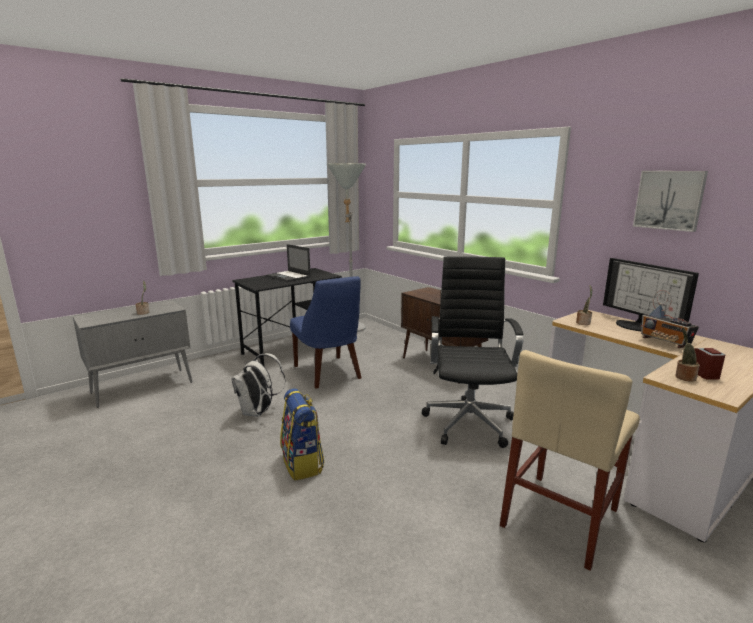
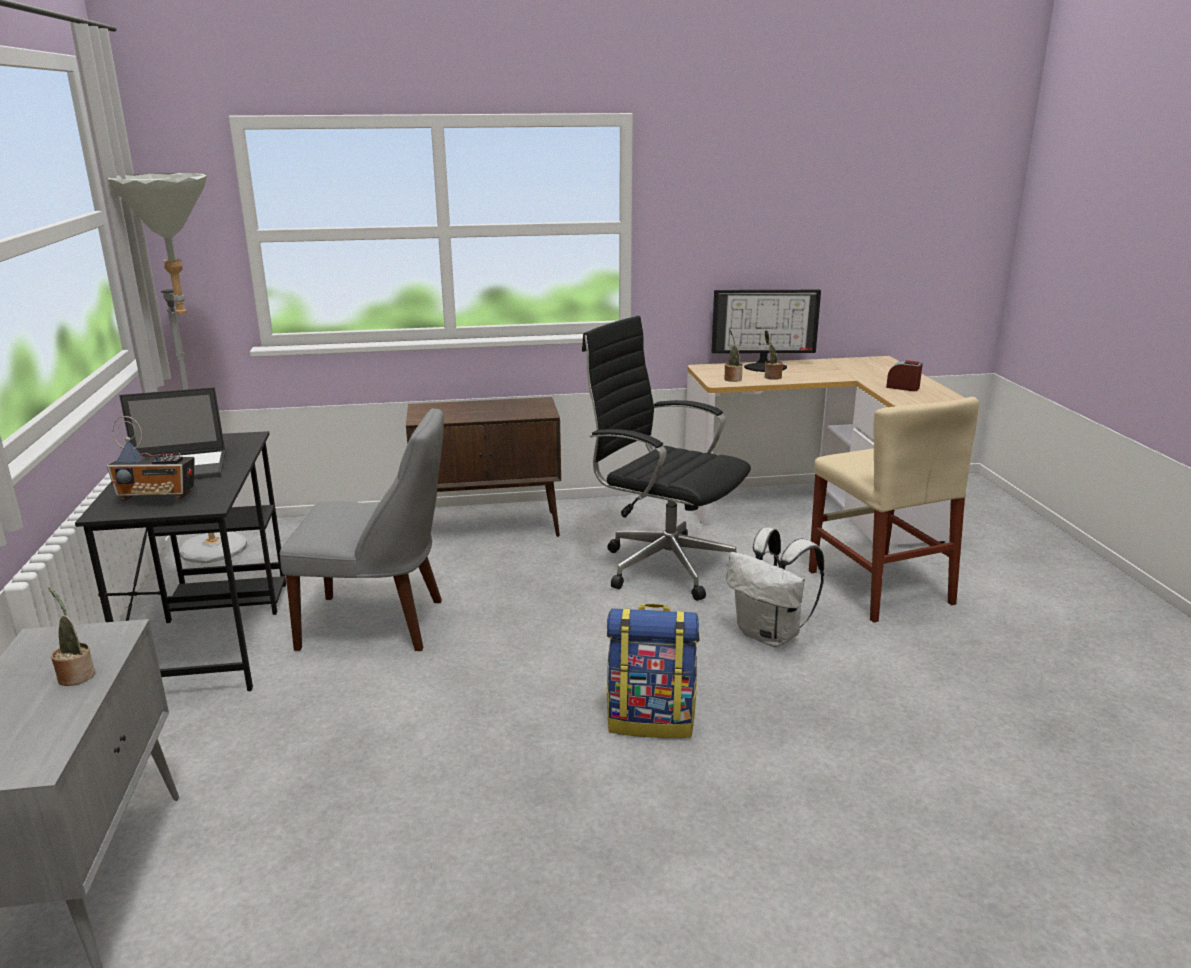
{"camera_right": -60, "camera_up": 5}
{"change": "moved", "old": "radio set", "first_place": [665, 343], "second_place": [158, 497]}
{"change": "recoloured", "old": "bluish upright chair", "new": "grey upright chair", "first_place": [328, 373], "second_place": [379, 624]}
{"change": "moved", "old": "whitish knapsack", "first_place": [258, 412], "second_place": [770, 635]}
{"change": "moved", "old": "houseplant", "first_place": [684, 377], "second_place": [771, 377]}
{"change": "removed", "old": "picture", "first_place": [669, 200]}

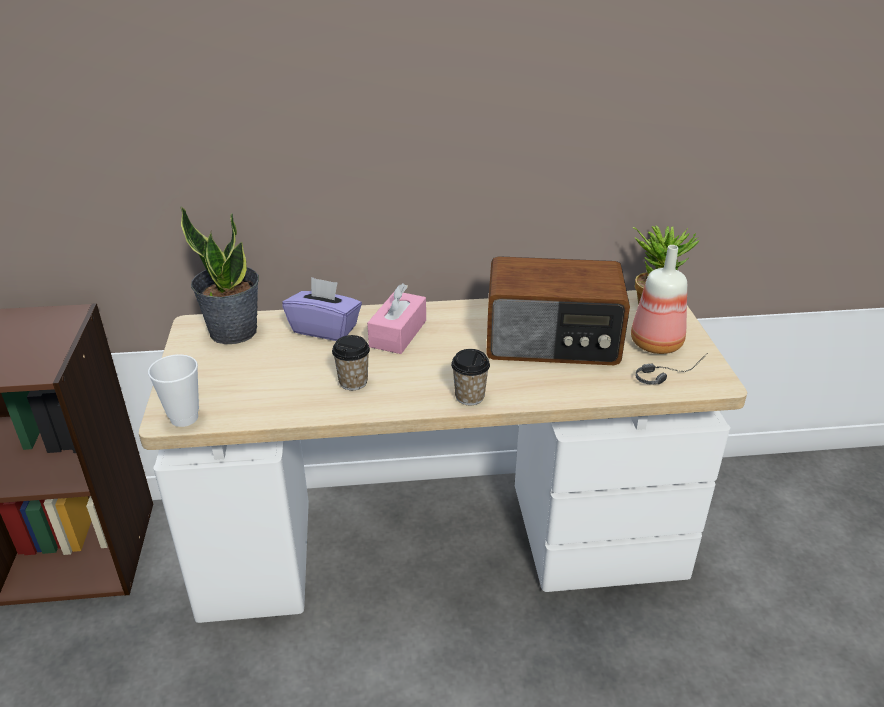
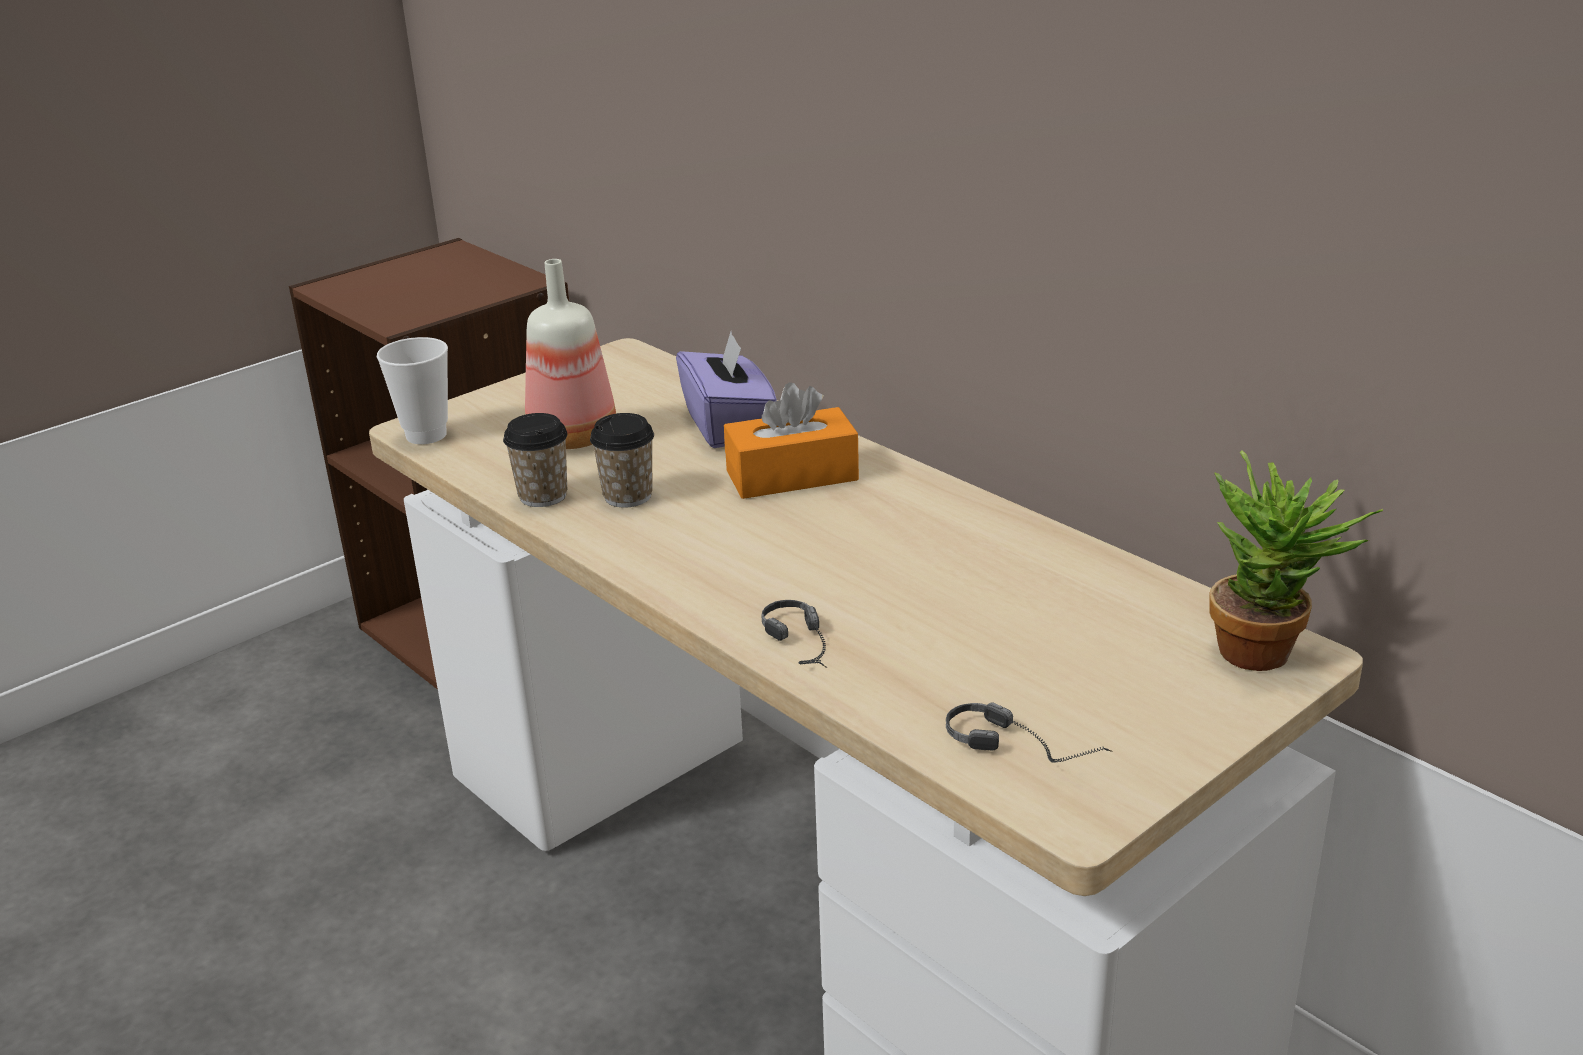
{"camera_right": 55, "camera_up": -5}
{"change": "moved", "old": "cup", "first_place": [469, 396], "second_place": [543, 496]}
{"change": "moved", "old": "beverage bottle", "first_place": [657, 344], "second_place": [575, 438]}
{"change": "recoloured", "old": "pink tissue box", "new": "orange-coloured tissue box", "first_place": [398, 333], "second_place": [792, 475]}
{"change": "added", "new": "headphones", "second_place": [809, 651]}
{"change": "removed", "old": "houseplant", "first_place": [233, 331]}
{"change": "removed", "old": "radio set", "first_place": [552, 342]}

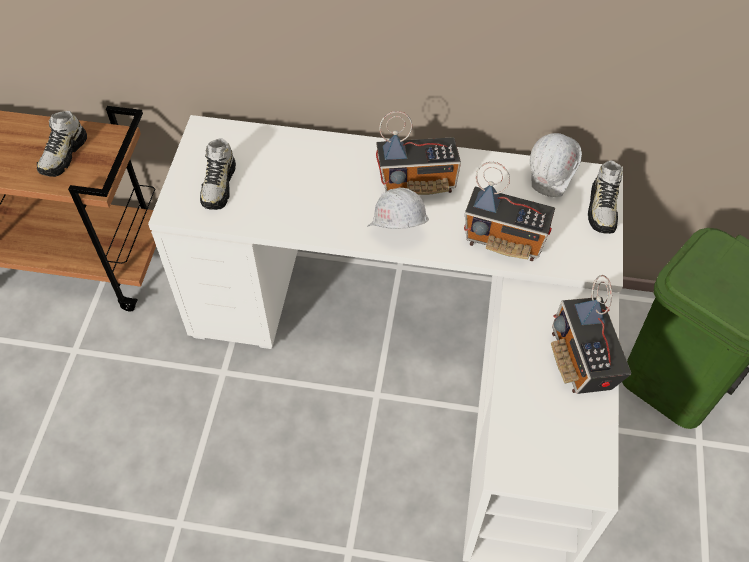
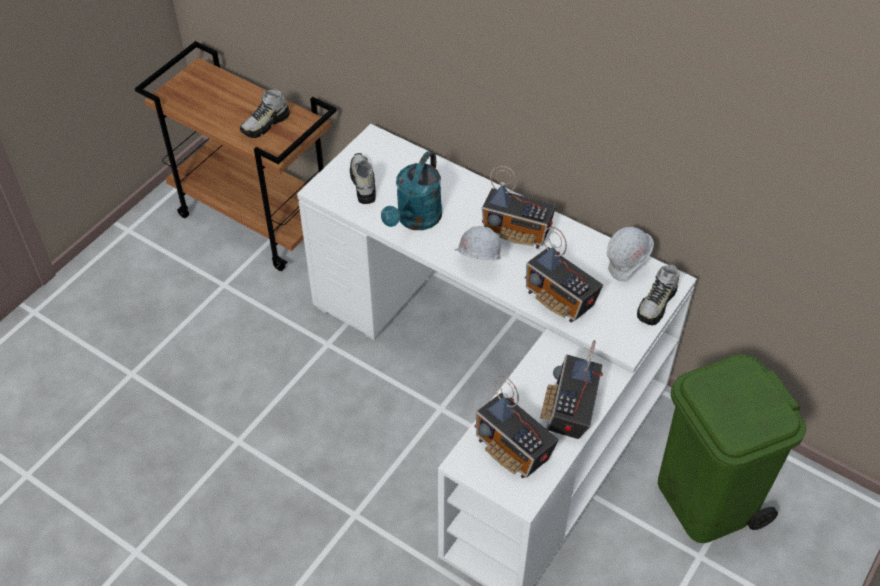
{"camera_right": 25, "camera_up": -5}
{"change": "turned", "old": "item of footwear", "first_place": [219, 186], "second_place": [363, 183], "degrees": 135}
{"change": "added", "new": "turquoise-coloured watering can", "second_place": [415, 220]}
{"change": "added", "new": "radio set", "second_place": [513, 450]}

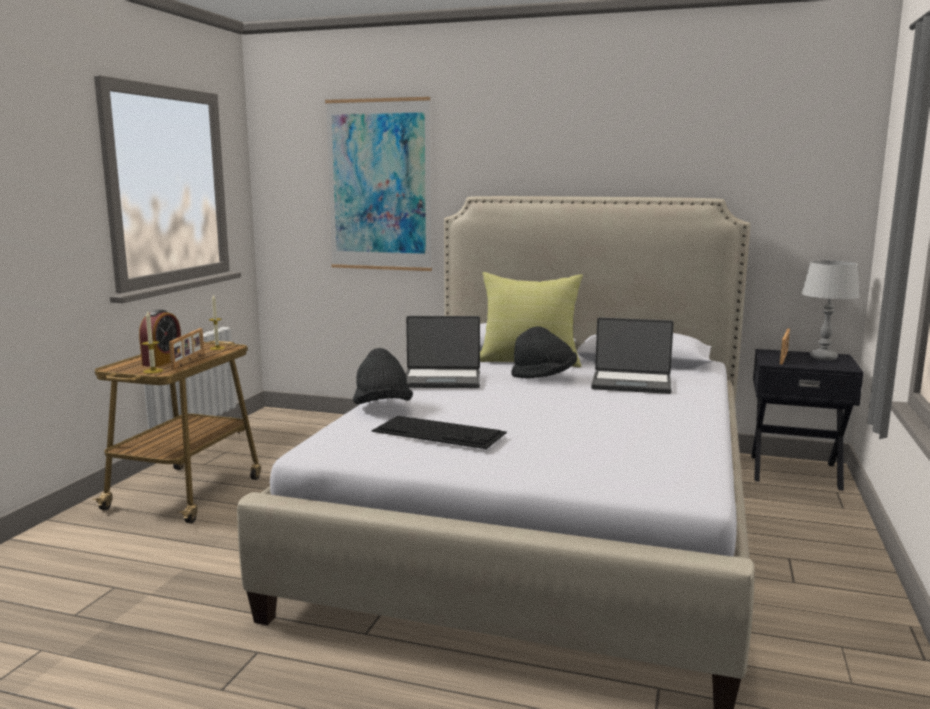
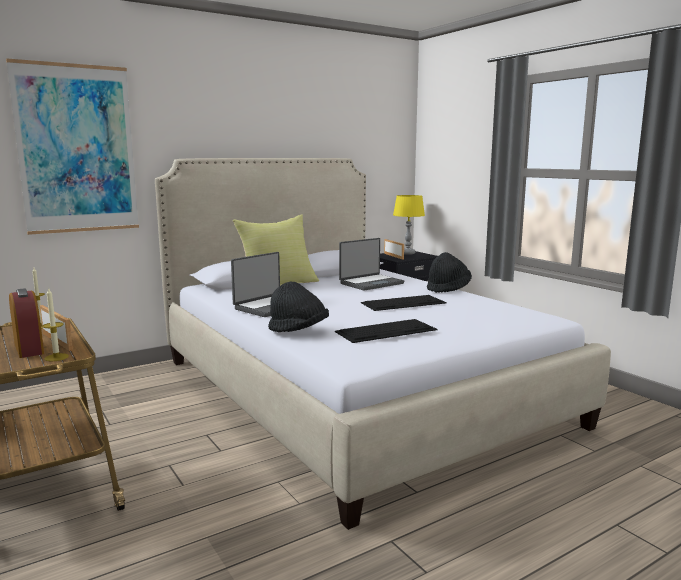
{"camera_right": -50, "camera_up": 0}
{"change": "added", "new": "computer keyboard", "second_place": [404, 303]}
{"change": "recoloured", "old": "grey tabletop lamp", "new": "yellowish tabletop lamp", "first_place": [823, 358], "second_place": [408, 253]}
{"change": "moved", "old": "black-coloured clothing hat", "first_place": [544, 377], "second_place": [448, 289]}

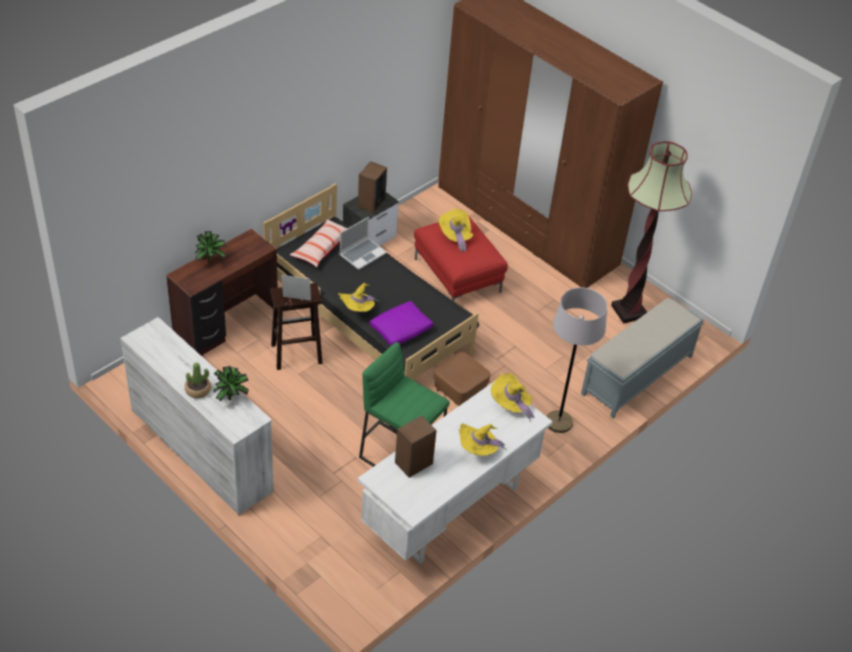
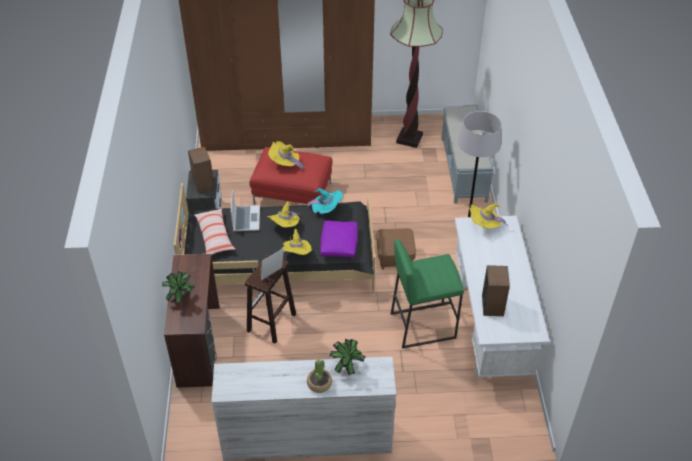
{"camera_right": -45, "camera_up": 0}
{"change": "moved", "old": "yellowish clothing hat", "first_place": [478, 450], "second_place": [285, 226]}
{"change": "added", "new": "turquoise-coloured clothing hat", "second_place": [326, 210]}

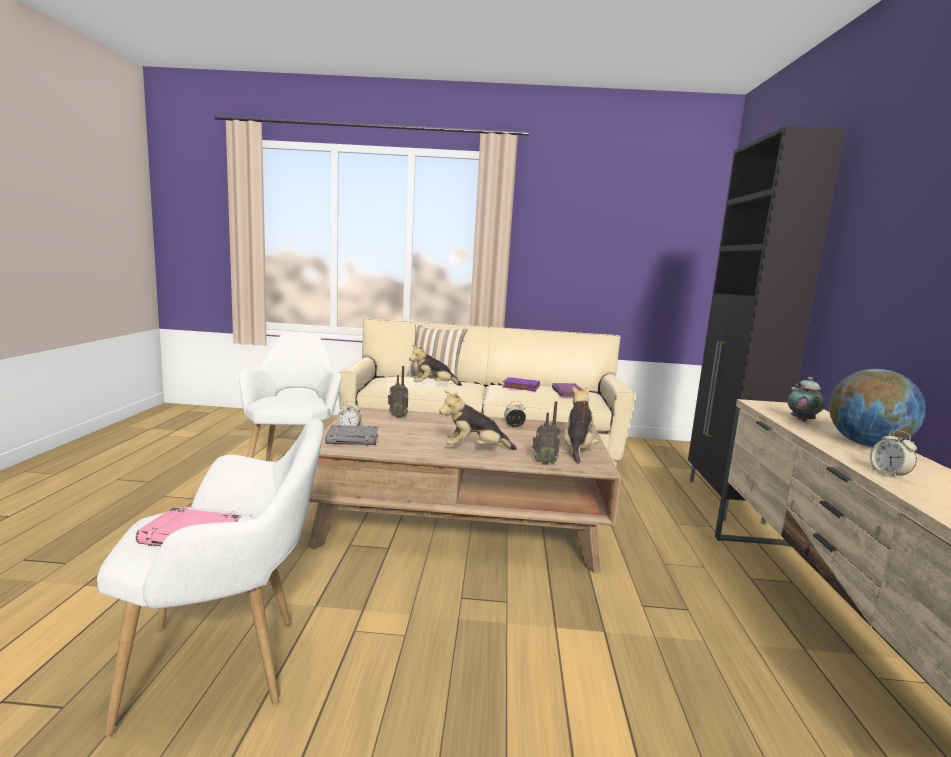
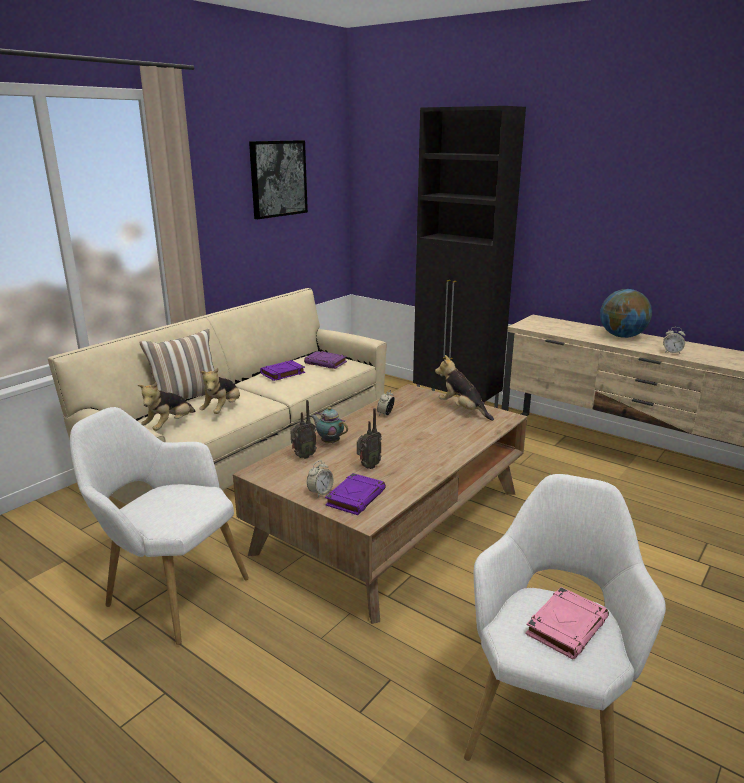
{"camera_right": -55, "camera_up": 10}
{"change": "moved", "old": "cuddly toy", "first_place": [474, 450], "second_place": [169, 426]}
{"change": "added", "new": "picture", "second_place": [278, 178]}
{"change": "moved", "old": "tea pot", "first_place": [801, 420], "second_place": [329, 442]}
{"change": "recoloured", "old": "grey book", "new": "purplish book", "first_place": [353, 439], "second_place": [355, 497]}
{"change": "moved", "old": "radio set", "first_place": [544, 462], "second_place": [368, 466]}

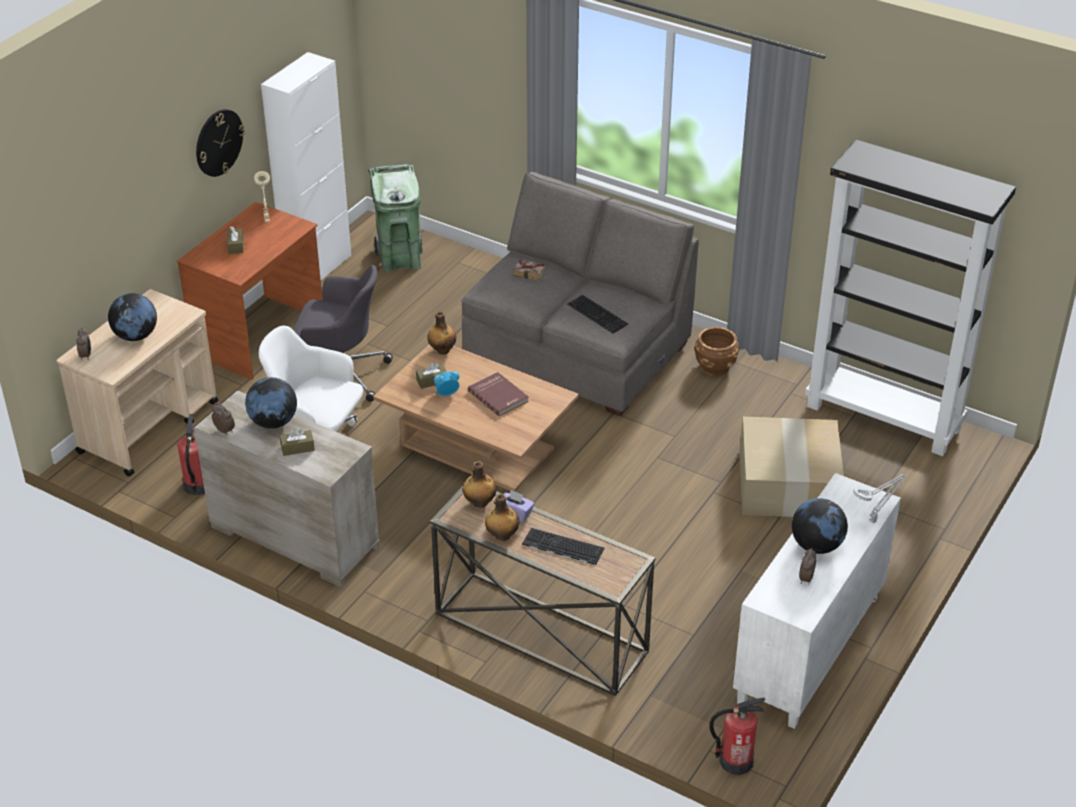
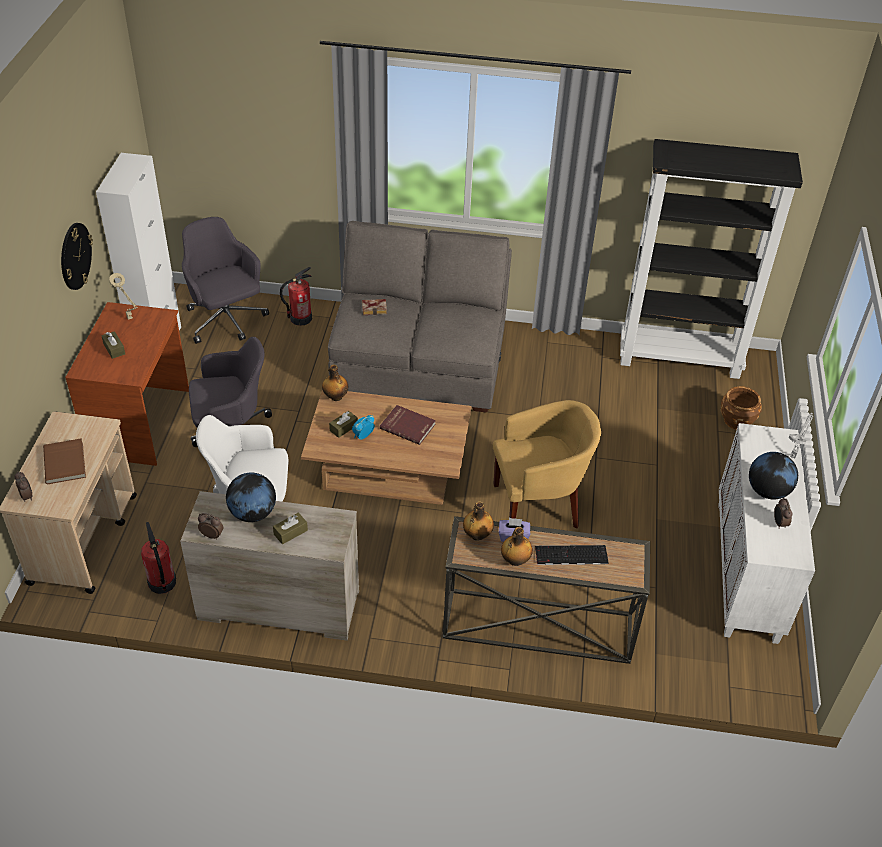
{"camera_right": -25, "camera_up": 5}
{"change": "replaced", "old": "desk globe", "new": "brownish book", "first_place": [135, 336], "second_place": [66, 463]}
{"change": "replaced", "old": "green trash can", "new": "grey desk chair", "first_place": [400, 260], "second_place": [226, 321]}
{"change": "moved", "old": "fire-fighting cylinder", "first_place": [735, 761], "second_place": [300, 318]}
{"change": "added", "new": "yellowish armchair", "second_place": [539, 503]}
{"change": "moved", "old": "brownish planter", "first_place": [715, 366], "second_place": [736, 420]}
{"change": "removed", "old": "computer keyboard", "first_place": [598, 314]}
{"change": "removed", "old": "carton", "first_place": [789, 485]}

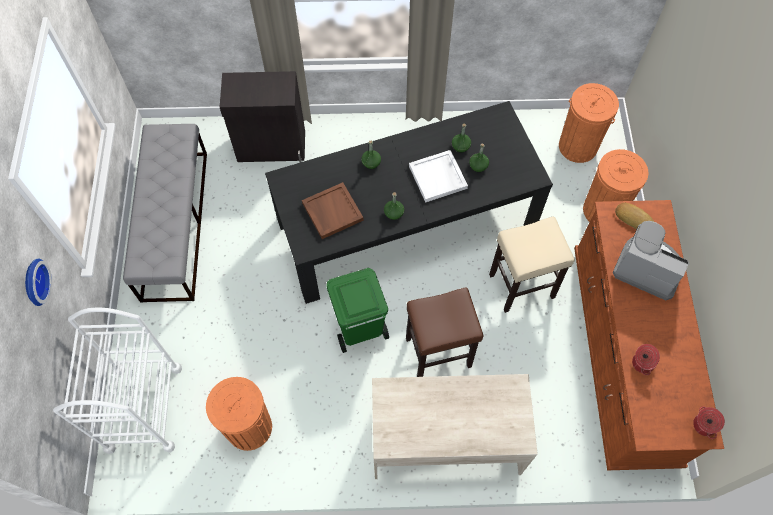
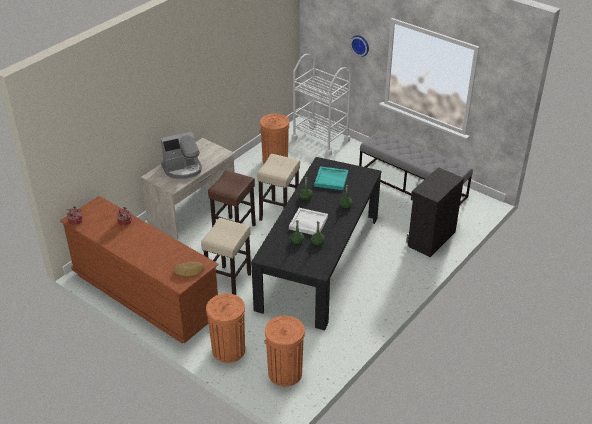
{"camera_right": 130, "camera_up": -25}
{"change": "moved", "old": "coffee machine", "first_place": [647, 268], "second_place": [182, 169]}
{"change": "replaced", "old": "green trash can", "new": "sand-coloured stool", "first_place": [359, 329], "second_place": [279, 213]}
{"change": "recoloured", "old": "brownish serving tray", "new": "turquoise-coloured serving tray", "first_place": [332, 211], "second_place": [331, 179]}

